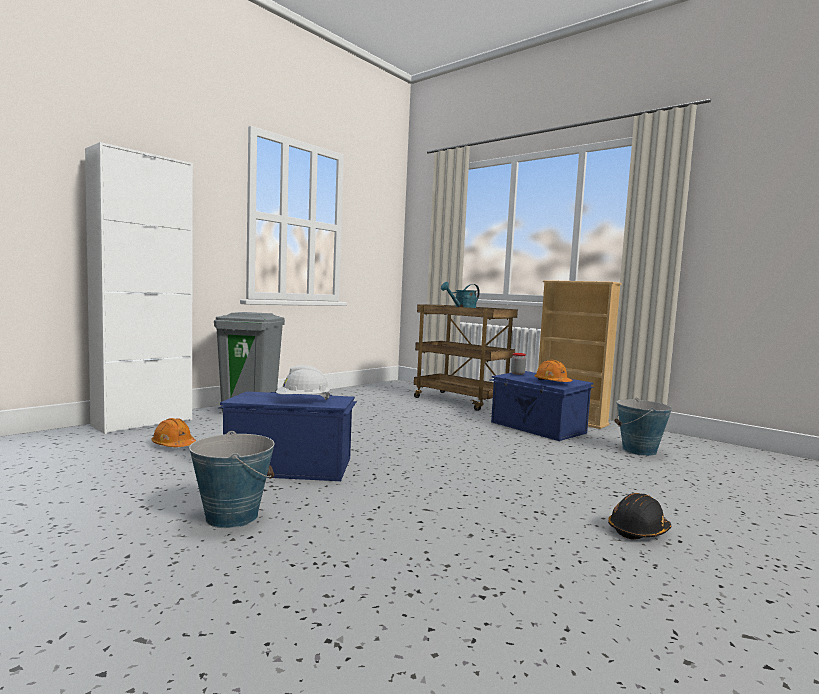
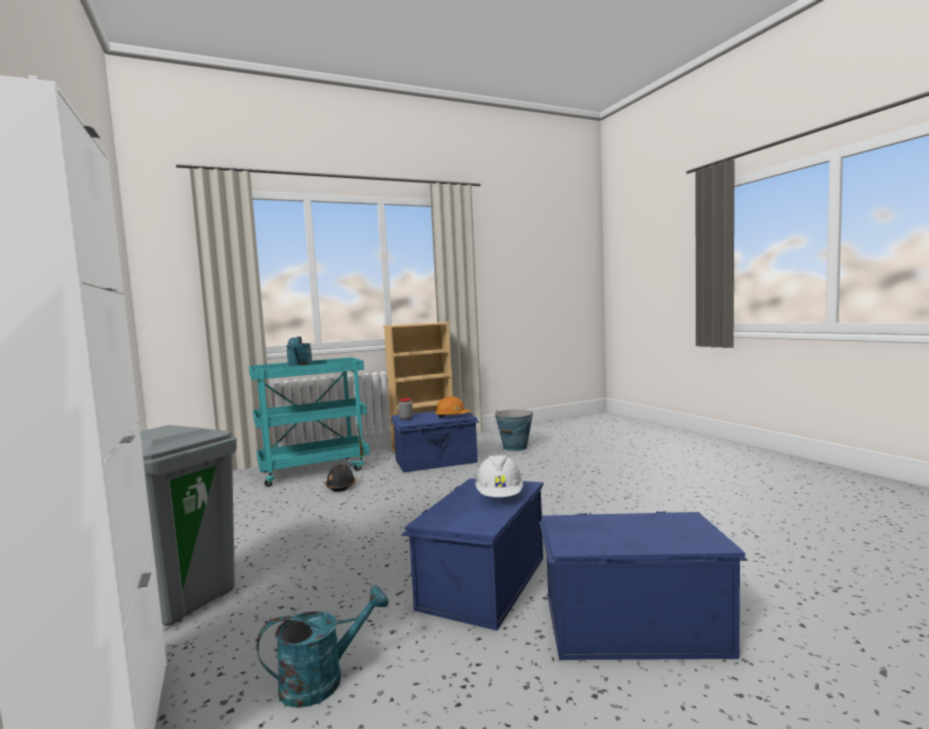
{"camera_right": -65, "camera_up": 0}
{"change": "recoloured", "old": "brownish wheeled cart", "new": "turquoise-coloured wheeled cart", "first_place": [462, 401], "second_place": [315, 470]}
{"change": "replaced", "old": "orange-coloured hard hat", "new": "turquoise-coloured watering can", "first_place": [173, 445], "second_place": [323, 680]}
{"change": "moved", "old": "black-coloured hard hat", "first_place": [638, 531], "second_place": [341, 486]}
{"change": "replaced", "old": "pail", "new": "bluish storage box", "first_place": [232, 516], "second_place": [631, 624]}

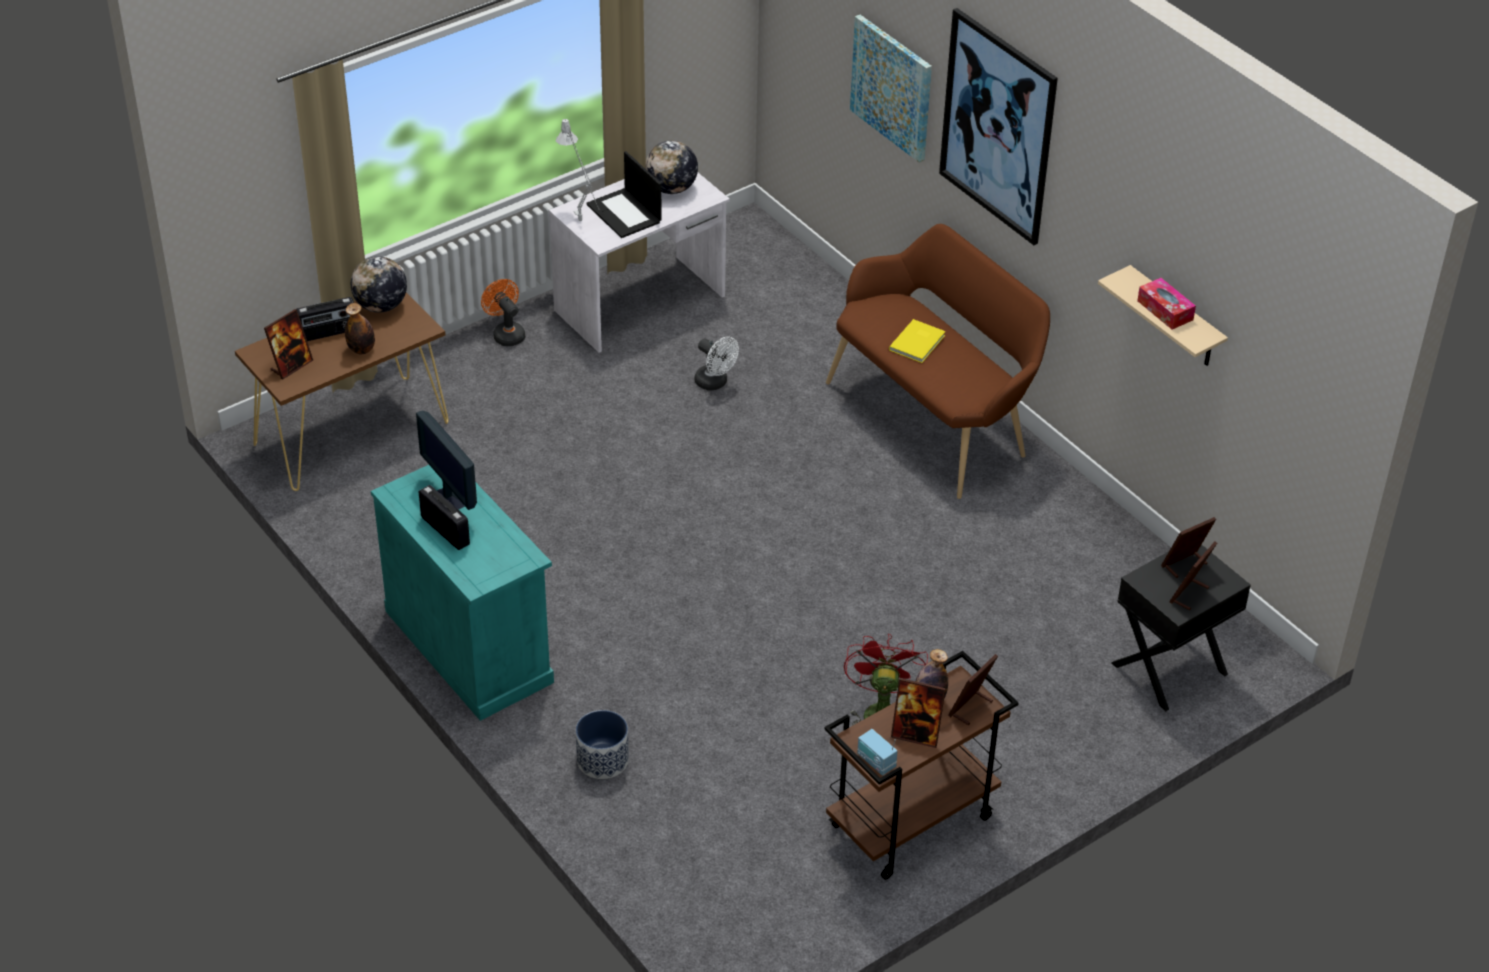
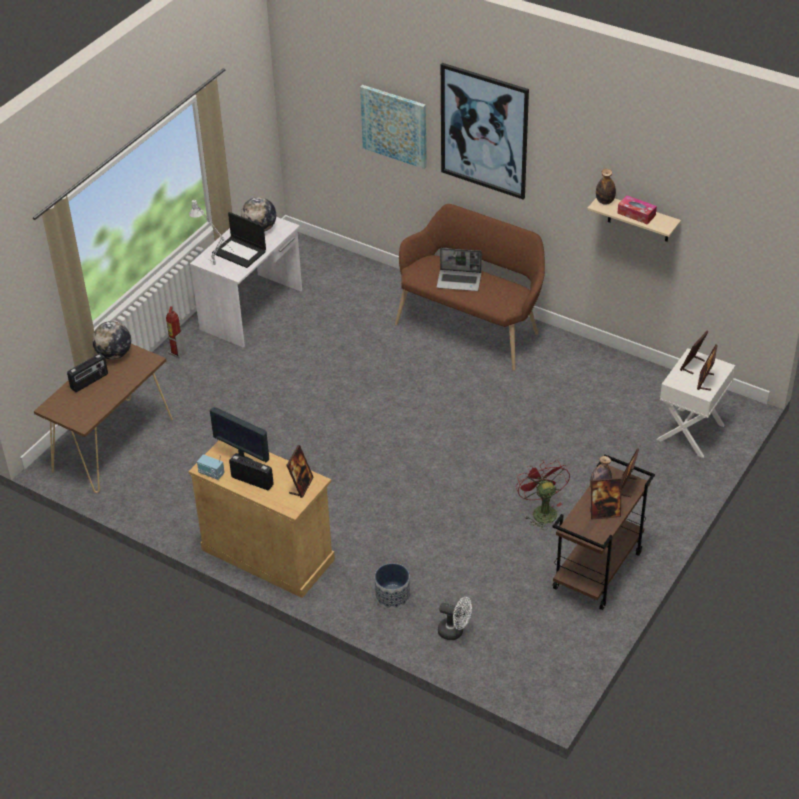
{"camera_right": -20, "camera_up": 0}
{"change": "replaced", "old": "orange-coloured cooling fan", "new": "fire-fighting cylinder", "first_place": [506, 334], "second_place": [177, 353]}
{"change": "recoloured", "old": "turquoise-coloured storage cabinet", "new": "sand-coloured storage cabinet", "first_place": [469, 646], "second_place": [268, 554]}
{"change": "moved", "old": "radio set", "first_place": [876, 762], "second_place": [211, 473]}
{"change": "moved", "old": "standing frame", "first_place": [291, 366], "second_place": [301, 486]}
{"change": "replaced", "old": "yellowish book", "new": "portable computer", "first_place": [918, 343], "second_place": [459, 281]}
{"change": "moved", "old": "whitish cooling fan", "first_place": [715, 383], "second_place": [455, 632]}
{"change": "moved", "old": "beverage bottle", "first_place": [361, 349], "second_place": [605, 201]}
{"change": "recoloured", "old": "black-coloured night table", "new": "whitish night table", "first_place": [1170, 669], "second_place": [691, 432]}

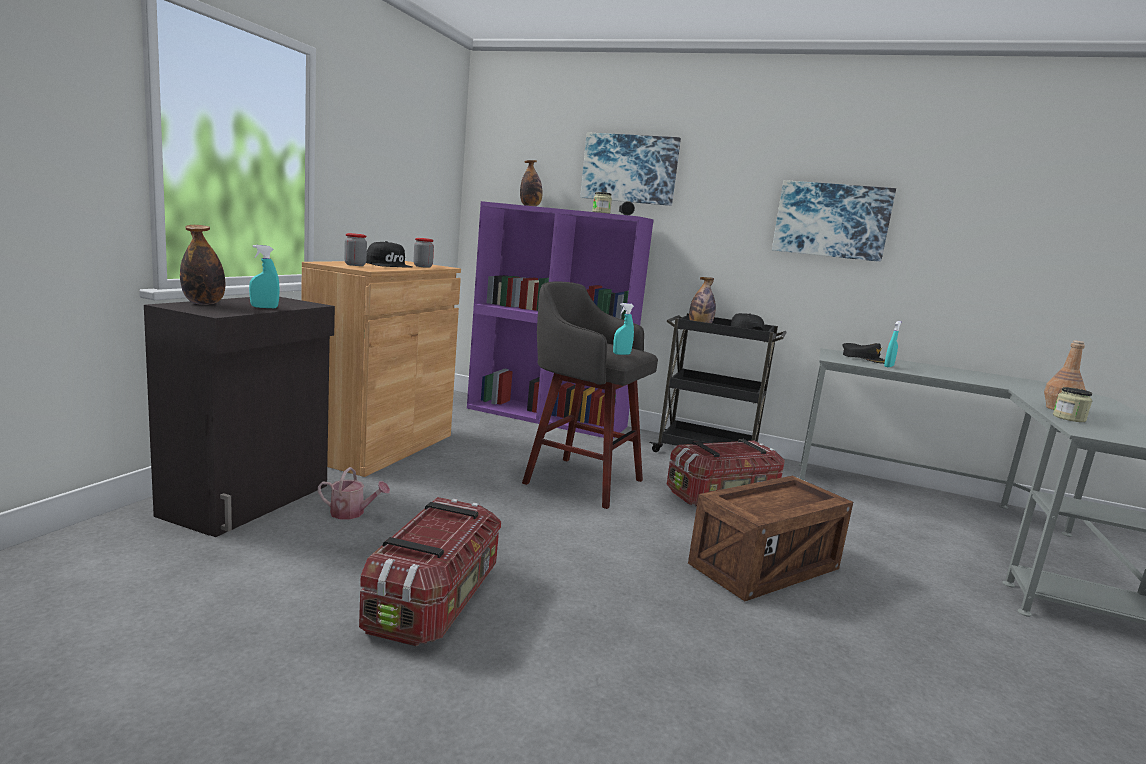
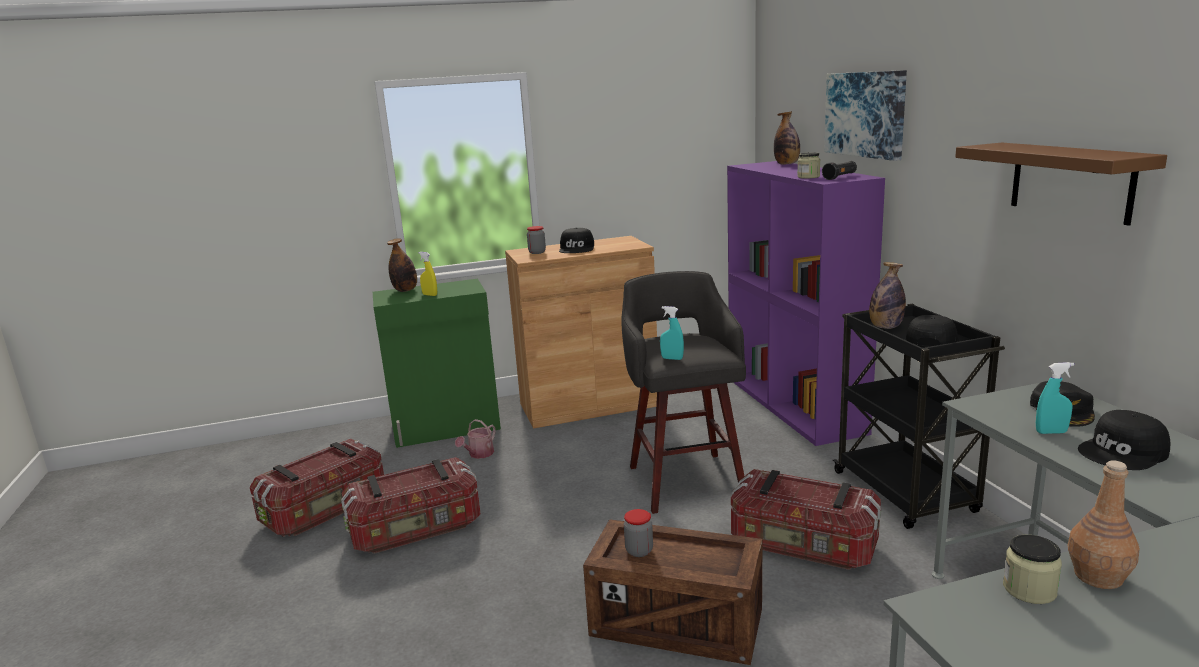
{"camera_right": 55, "camera_up": 5}
{"change": "added", "new": "storage box", "second_place": [326, 510]}
{"change": "recoloured", "old": "black-coloured storage cabinet", "new": "green storage cabinet", "first_place": [250, 500], "second_place": [447, 428]}
{"change": "recoloured", "old": "turquoise-coloured spray bottle", "new": "yellowish spray bottle", "first_place": [264, 307], "second_place": [430, 295]}
{"change": "turned", "old": "watering can", "first_place": [352, 513], "second_place": [479, 454], "degrees": 60}
{"change": "moved", "old": "storage jar", "first_place": [423, 266], "second_place": [639, 551]}
{"change": "replaced", "old": "picture", "new": "brownish shelf", "first_place": [831, 220], "second_place": [1070, 181]}
{"change": "added", "new": "black-coloured peaked cap", "second_place": [1124, 452]}

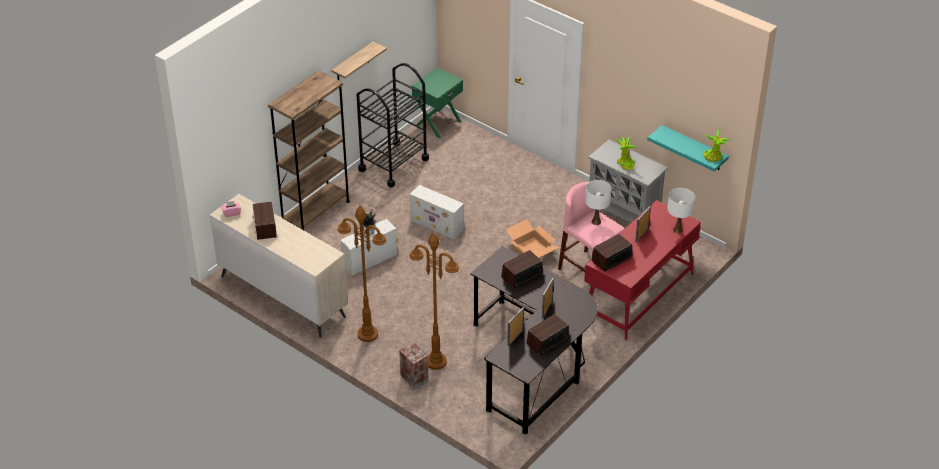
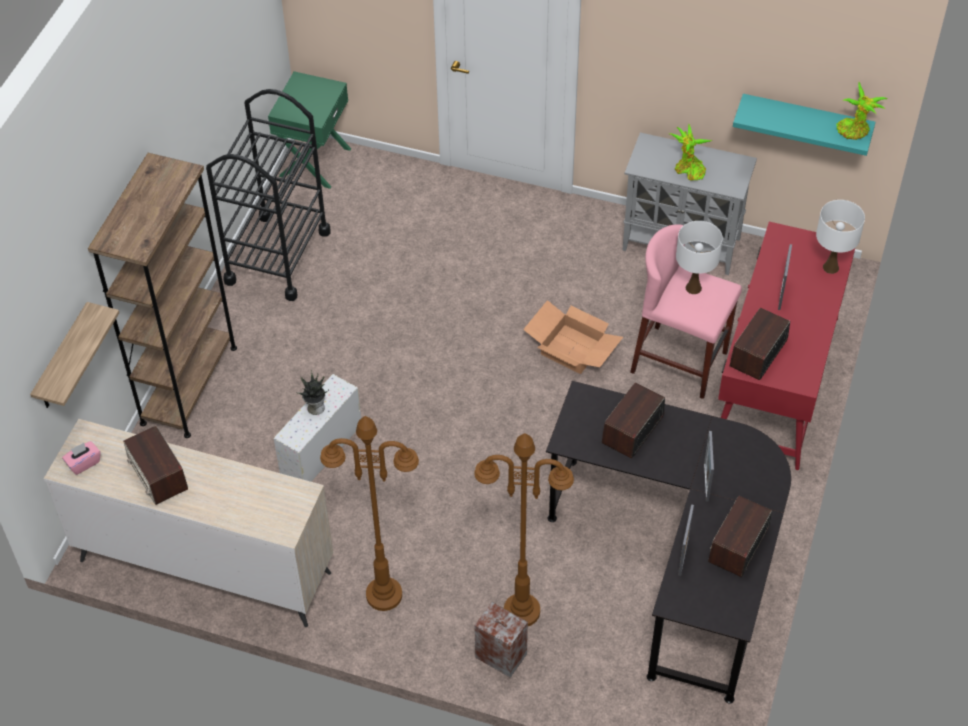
{"camera_right": -20, "camera_up": 10}
{"change": "moved", "old": "shelf", "first_place": [352, 64], "second_place": [63, 360]}
{"change": "removed", "old": "whitish storage box", "first_place": [437, 225]}

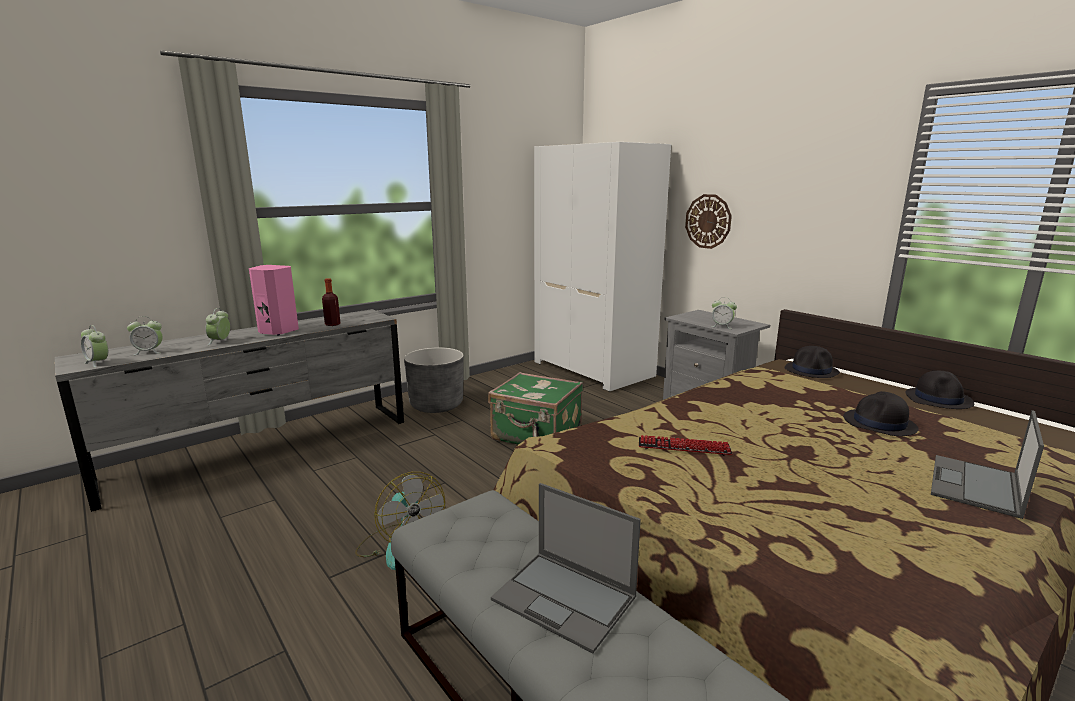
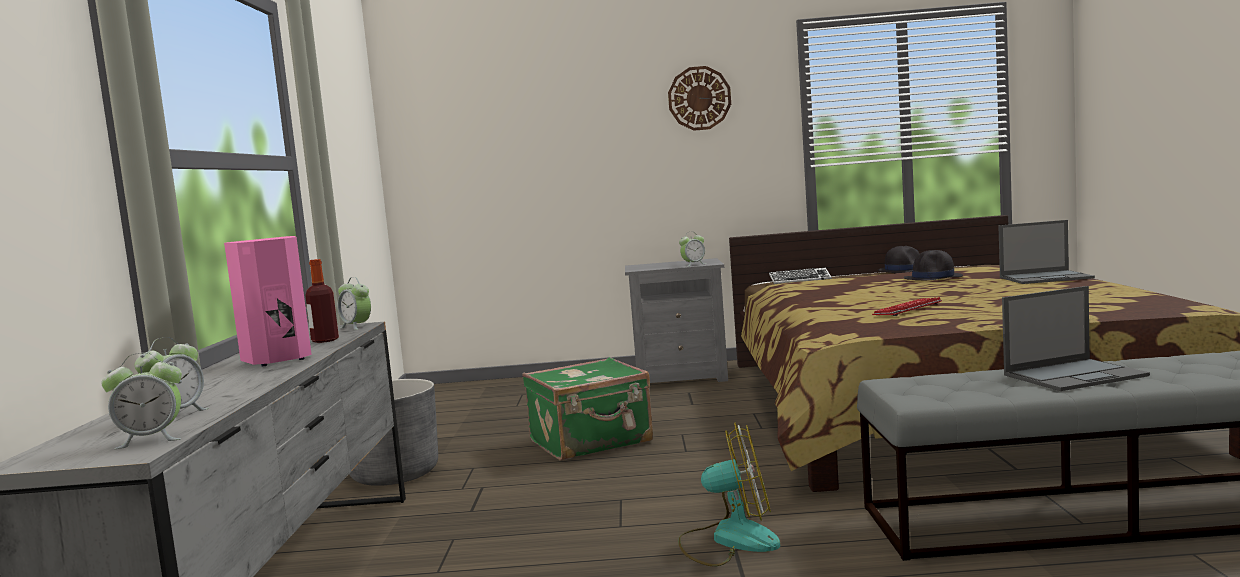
{"camera_right": -50, "camera_up": -10}
{"change": "moved", "old": "table clock", "first_place": [220, 341], "second_place": [356, 327]}
{"change": "moved", "old": "clock on the wall", "first_place": [708, 221], "second_place": [699, 98]}
{"change": "replaced", "old": "black-coloured clothing hat", "new": "computer keyboard", "first_place": [811, 371], "second_place": [800, 280]}
{"change": "turned", "old": "portable computer", "first_place": [976, 486], "second_place": [1046, 278], "degrees": -75}
{"change": "removed", "old": "whitish wardrobe", "first_place": [594, 369]}

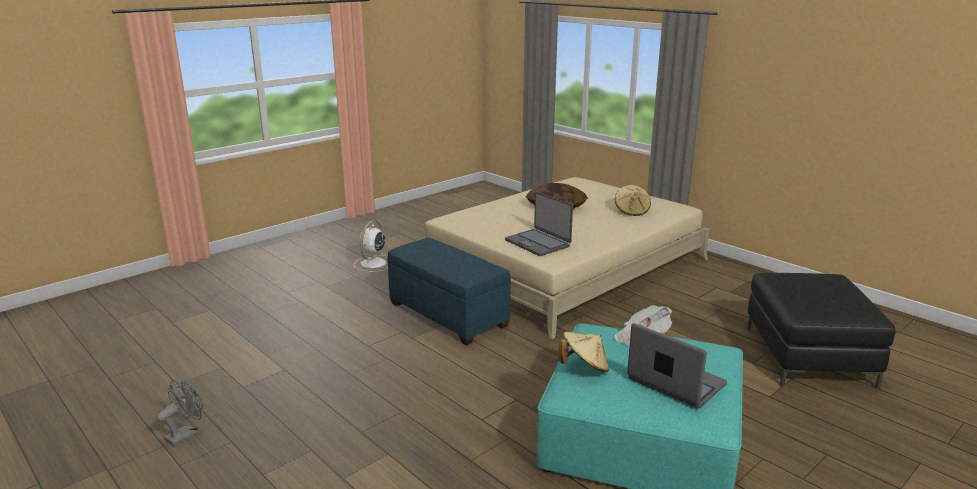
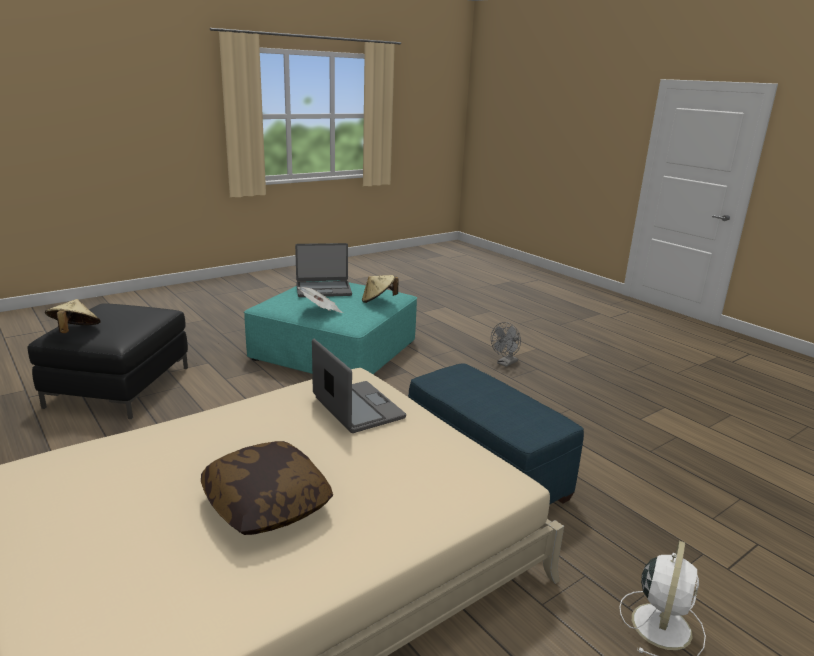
{"camera_right": -175, "camera_up": 0}
{"change": "moved", "old": "sand-coloured clothing hat", "first_place": [632, 211], "second_place": [75, 332]}
{"change": "turned", "old": "portable computer", "first_place": [675, 382], "second_place": [323, 290], "degrees": -60}
{"change": "moved", "old": "grey cooling fan", "first_place": [186, 434], "second_place": [505, 363]}

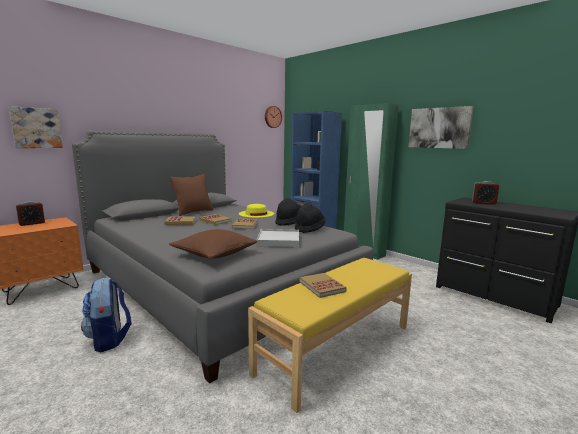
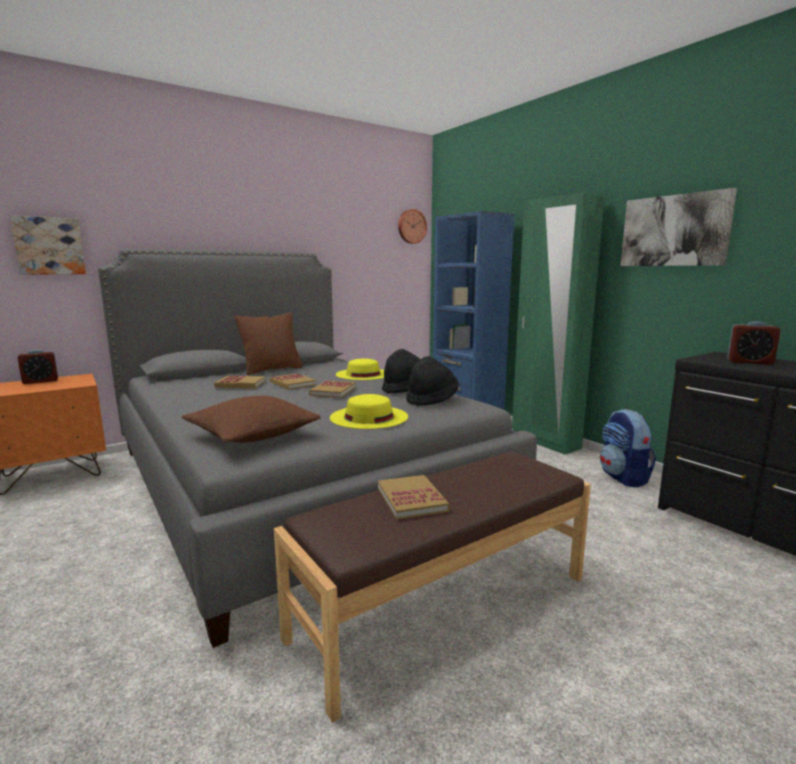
{"camera_right": 10, "camera_up": 0}
{"change": "recoloured", "old": "yellowish long seat", "new": "brownish long seat", "first_place": [336, 348], "second_place": [443, 606]}
{"change": "replaced", "old": "whitish serving tray", "new": "yellowish clothing hat", "first_place": [278, 240], "second_place": [369, 417]}
{"change": "moved", "old": "knapsack", "first_place": [109, 339], "second_place": [623, 477]}

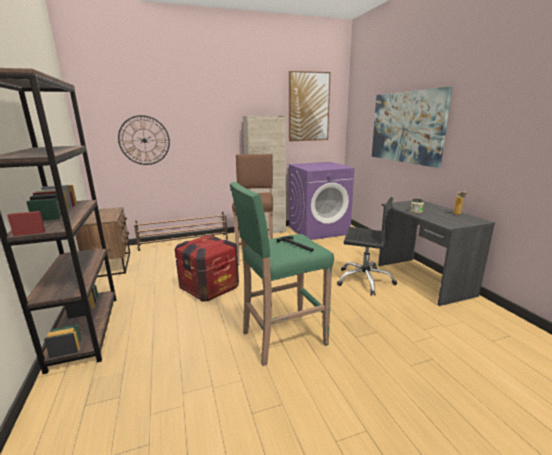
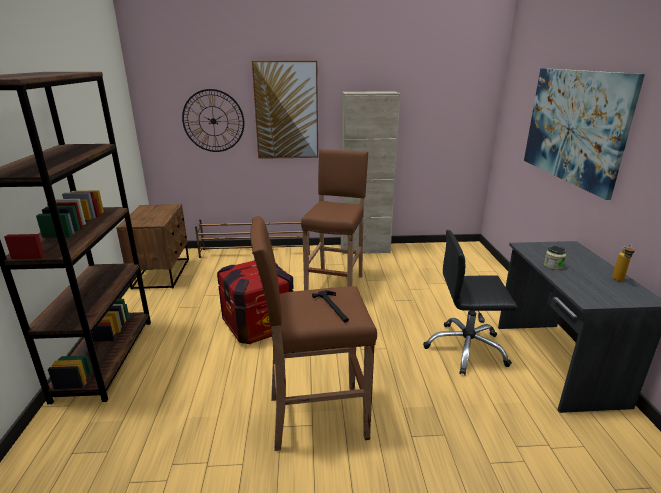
{"camera_right": 15, "camera_up": 5}
{"change": "recoloured", "old": "green stool", "new": "brownish stool", "first_place": [282, 338], "second_place": [315, 417]}
{"change": "moved", "old": "picture", "first_place": [308, 107], "second_place": [286, 111]}
{"change": "turned", "old": "black-coloured desk chair", "first_place": [364, 280], "second_place": [466, 349], "degrees": 150}
{"change": "removed", "old": "purplish laundry machine", "first_place": [318, 230]}

